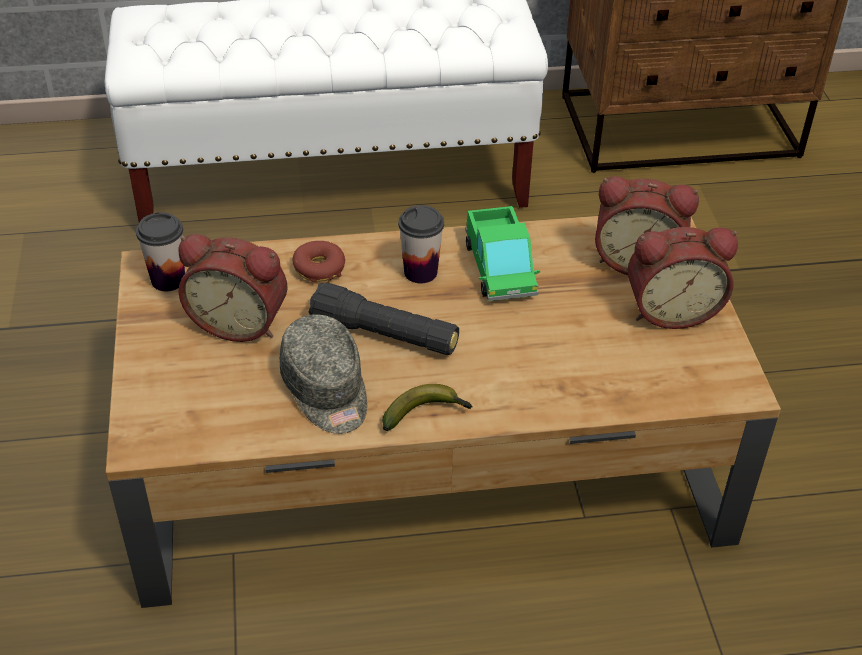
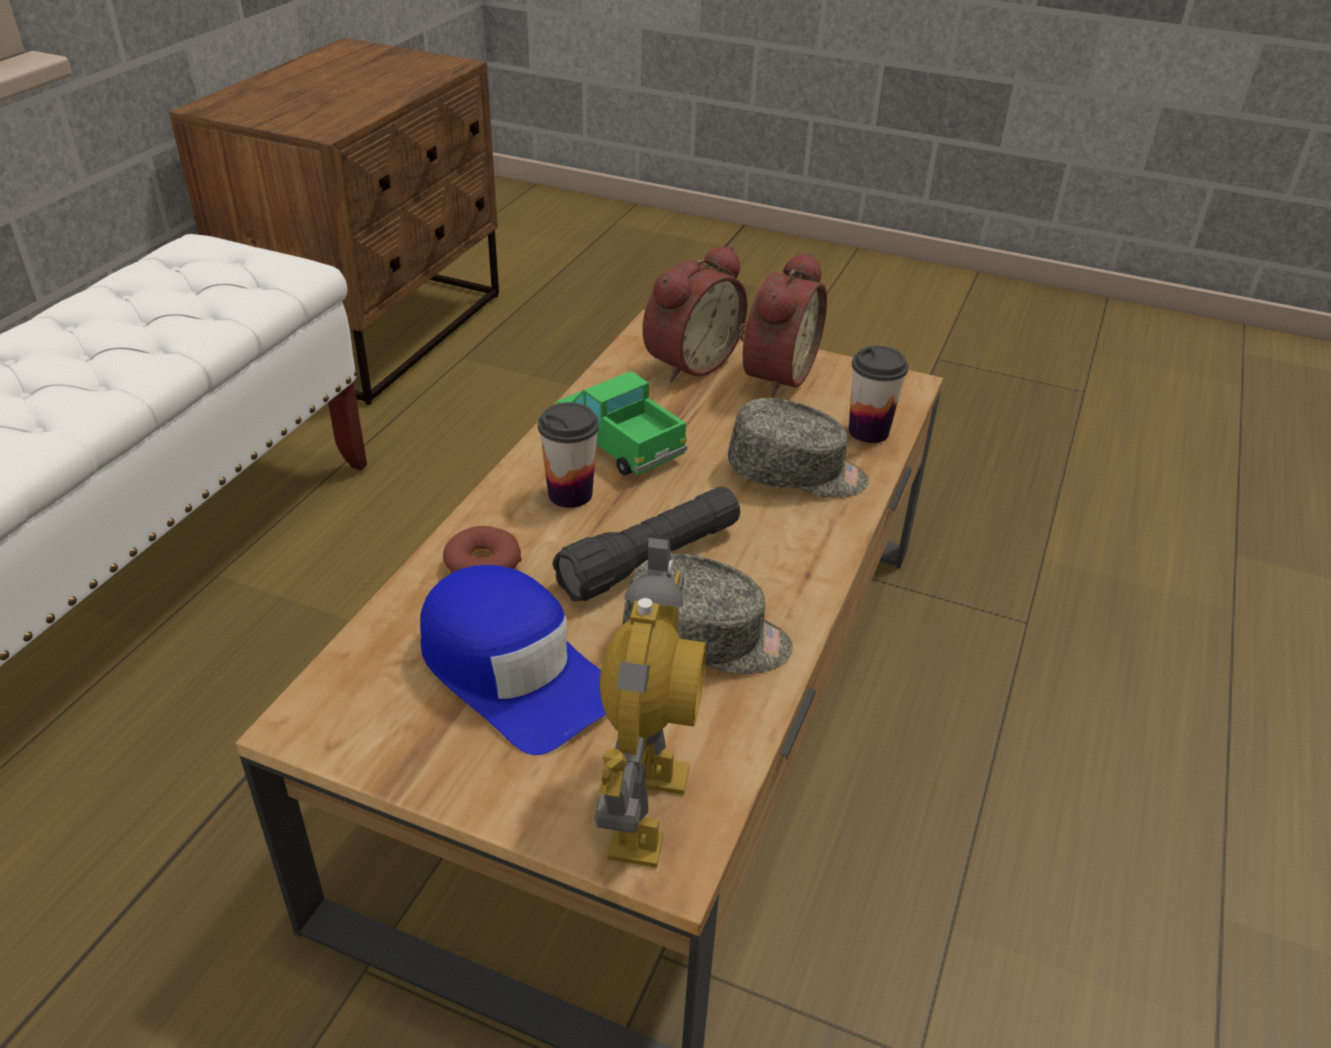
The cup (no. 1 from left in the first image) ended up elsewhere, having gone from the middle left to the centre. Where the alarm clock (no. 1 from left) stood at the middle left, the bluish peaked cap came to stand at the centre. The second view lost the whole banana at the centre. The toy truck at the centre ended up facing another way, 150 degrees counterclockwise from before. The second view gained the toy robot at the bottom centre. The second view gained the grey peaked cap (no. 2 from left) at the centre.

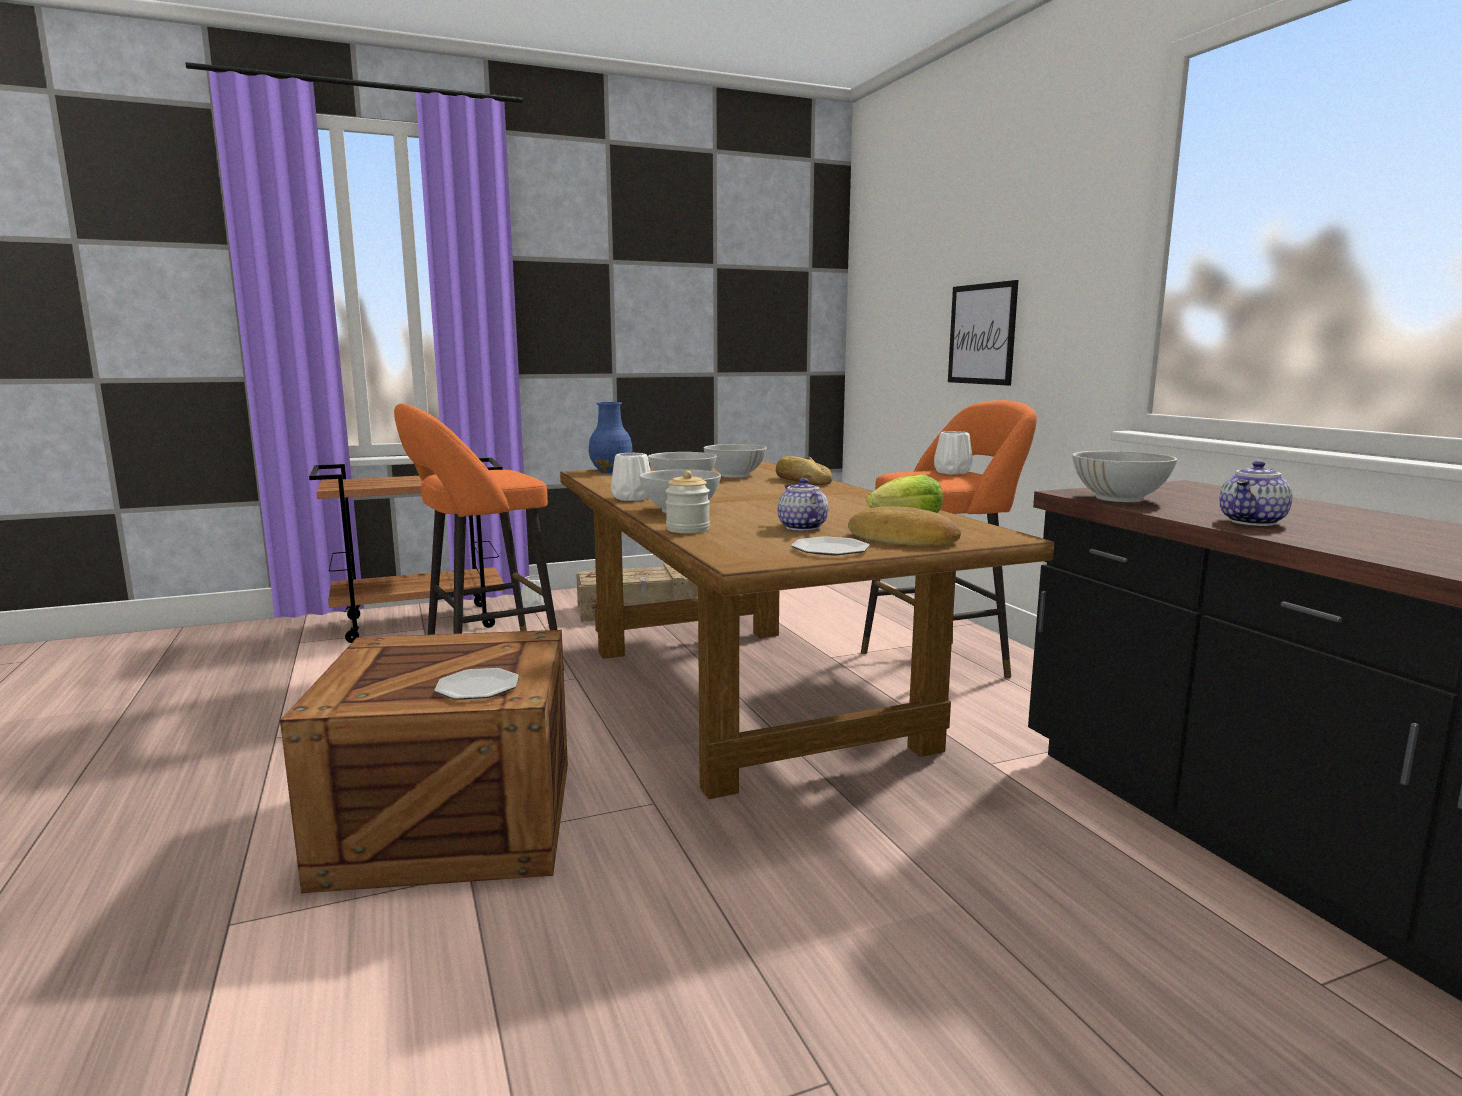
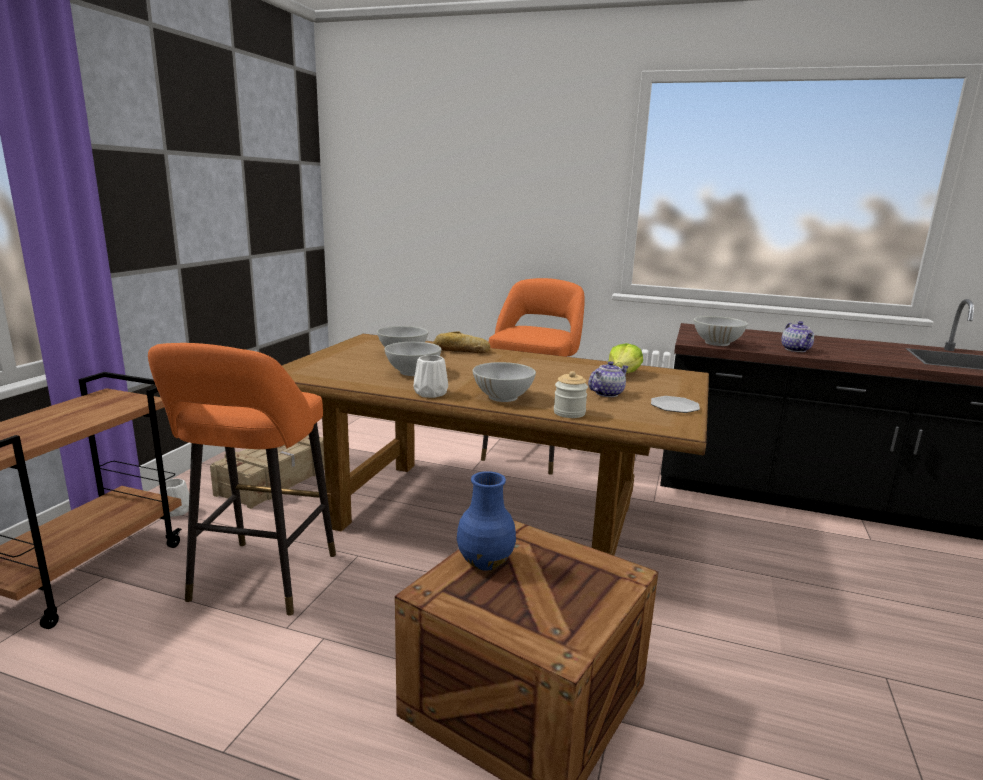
The second view lost the flat dish (no. 1 from left) at the middle left. The bluish vase ended up elsewhere, having gone from the centre to the bottom centre. The pot for tea (no. 1 from left) at the centre ended up facing another way, 120 degrees clockwise from before. The second view lost the bread (no. 2 from left) at the centre. The second view lost the white-coloured vase (no. 3 from left) at the centre. The second view lost the picture at the top right.

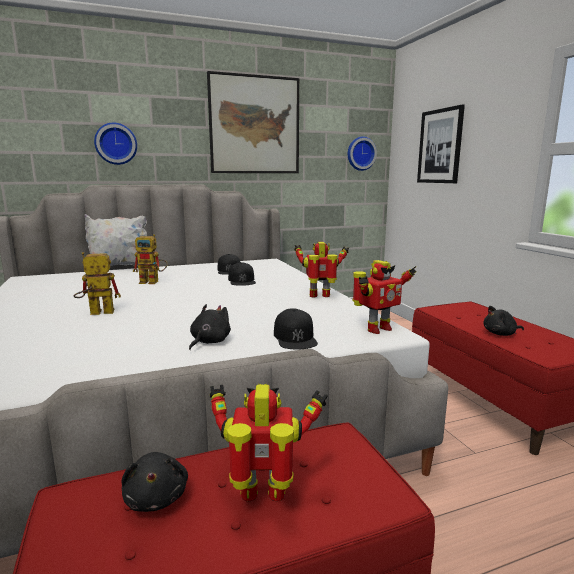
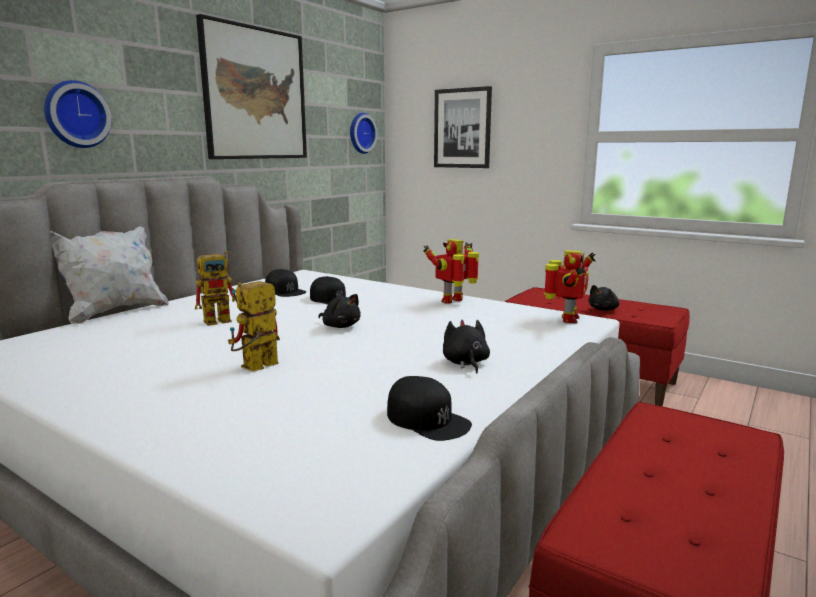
The black-coloured cuddly toy (no. 1 from left) ended up elsewhere, having gone from the bottom left to the centre. The second view lost the toy robot (no. 3 from left) at the bottom centre. The black-coloured peaked cap (no. 3 from left) ended up elsewhere, having gone from the centre to the bottom centre.

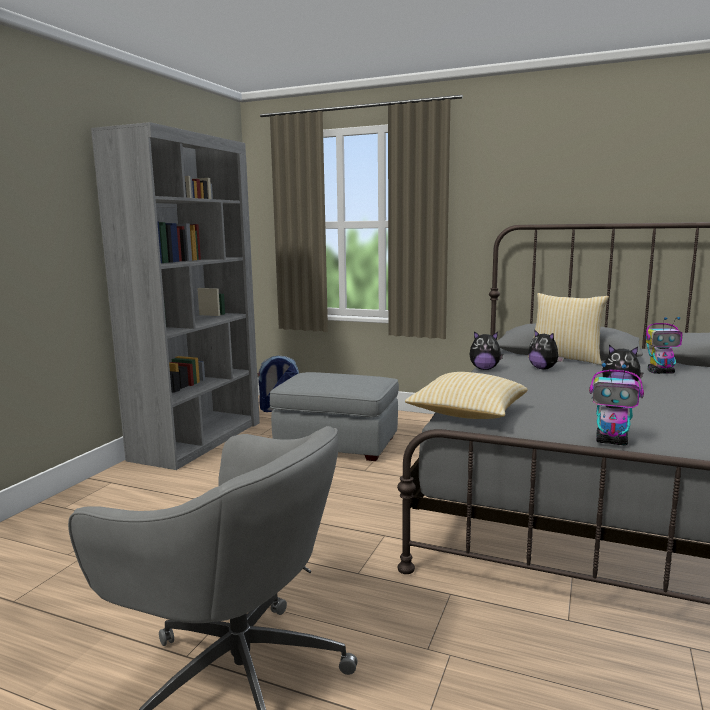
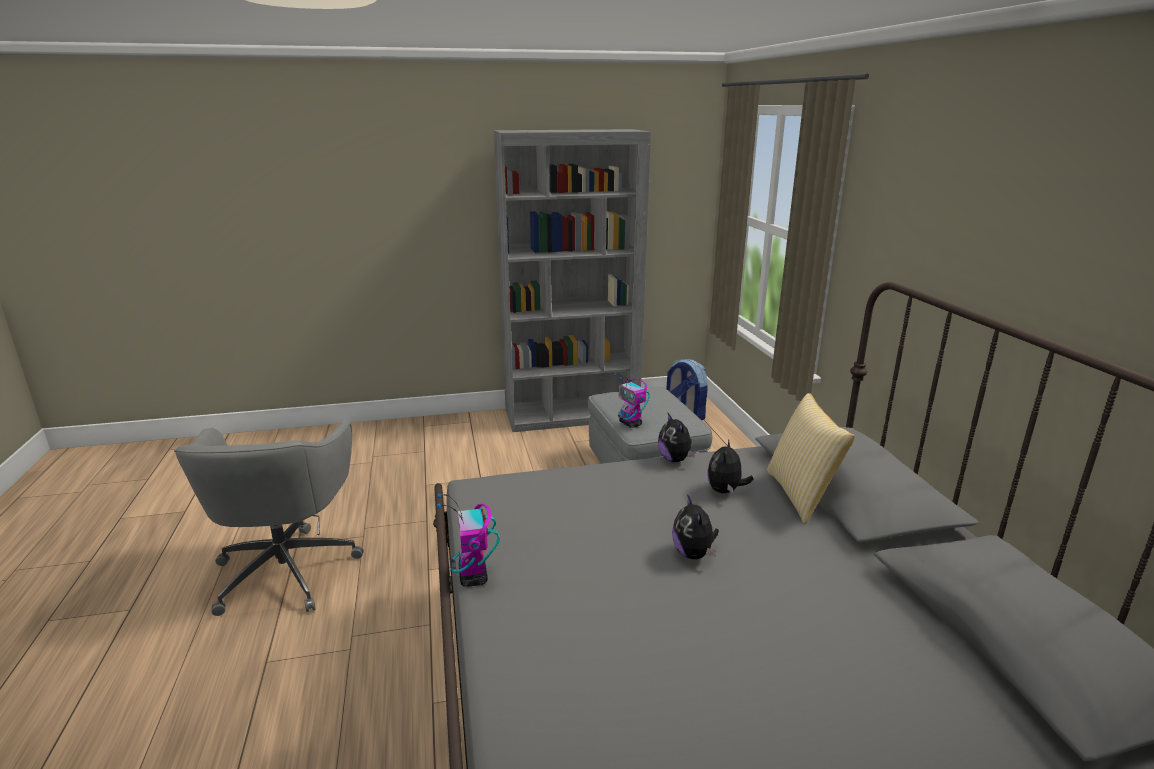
The second view lost the throw pillow (no. 1 from left) at the centre. The toy robot (no. 2 from left) ended up elsewhere, having gone from the middle right to the centre.

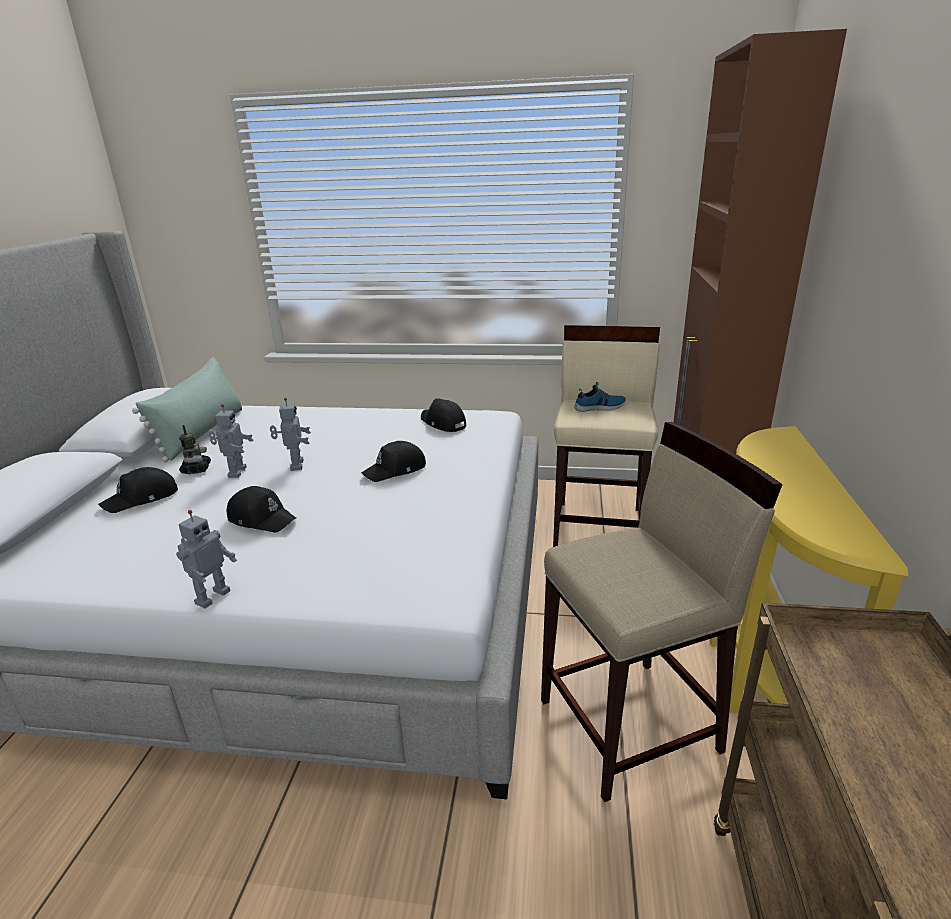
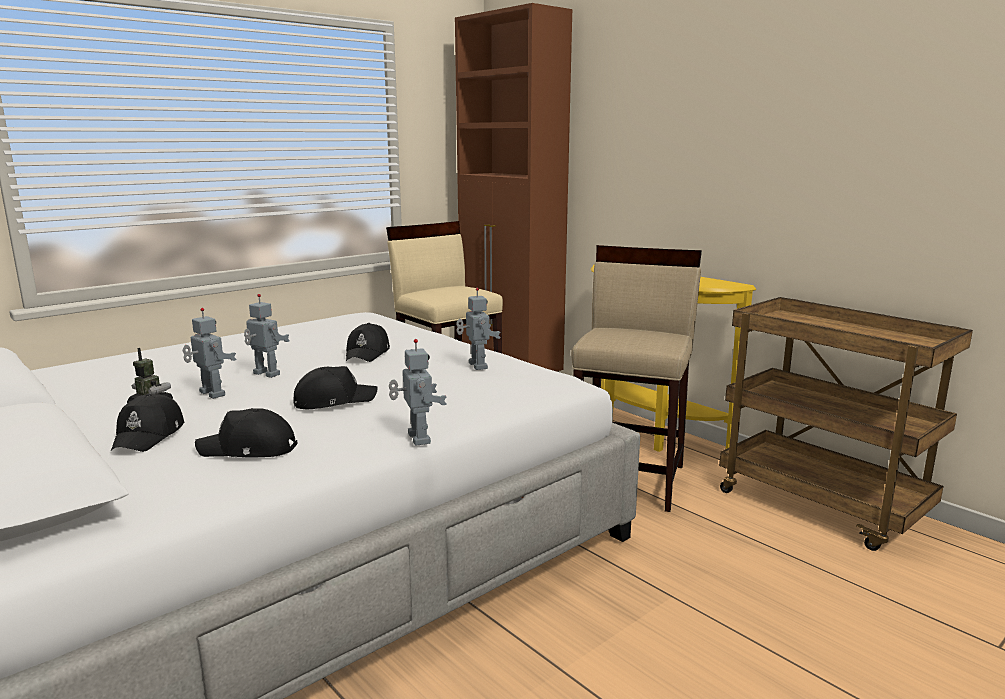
The second view lost the greenish throw pillow at the middle left. The black-coloured peaked cap (no. 4 from left in the first image) ended up elsewhere, having gone from the centre to the middle left. The second view lost the low shoe at the centre. The second view gained the toy robot (no. 5 from left) at the centre.

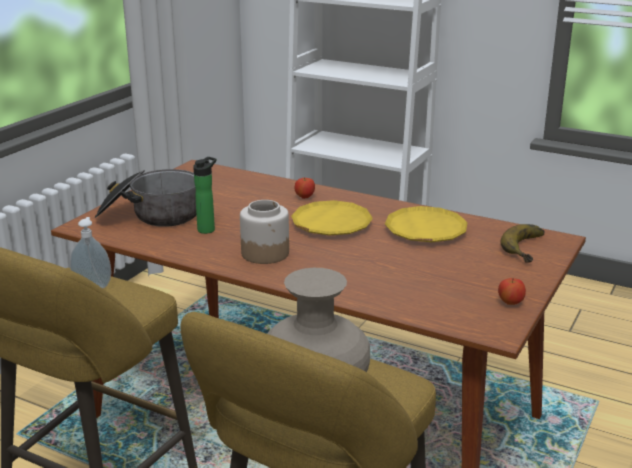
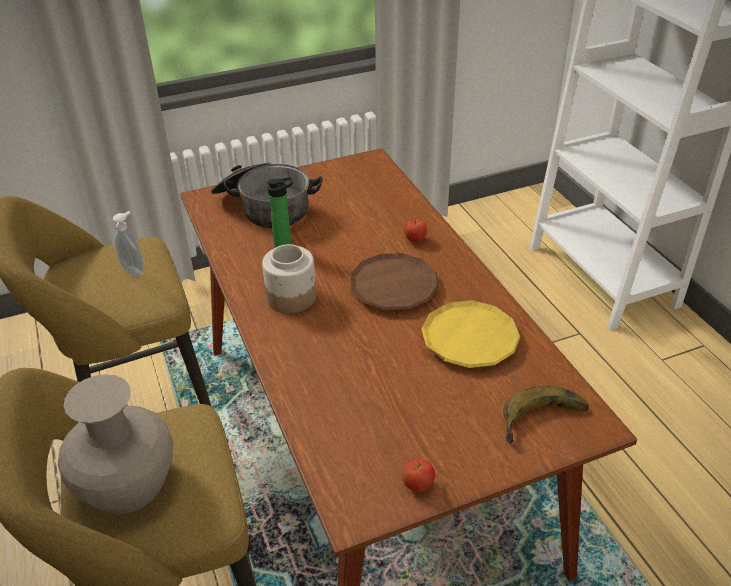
What was the yellowish flat dish (no. 1 from left) at the centre turned into the brown-coloured flat dish at the centre.

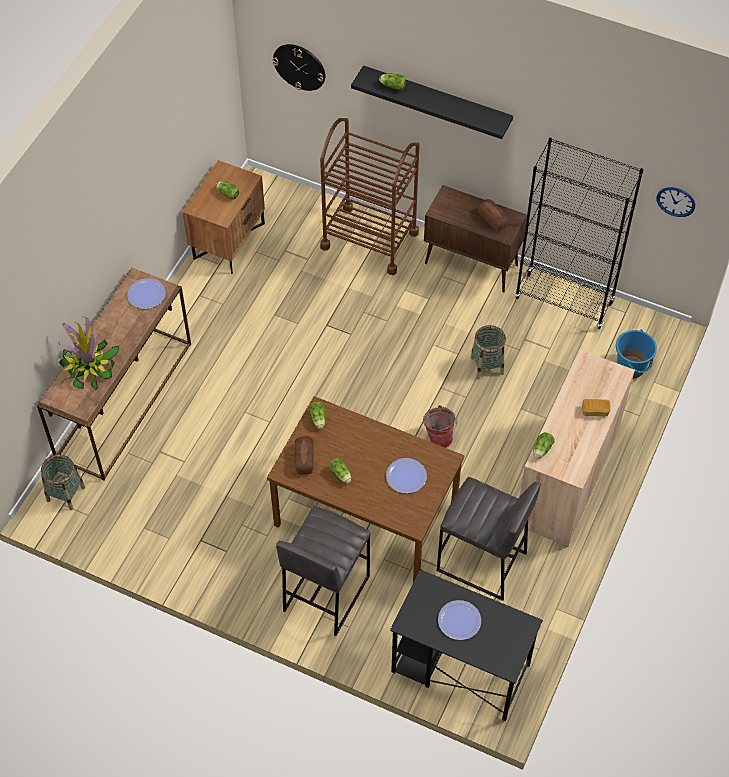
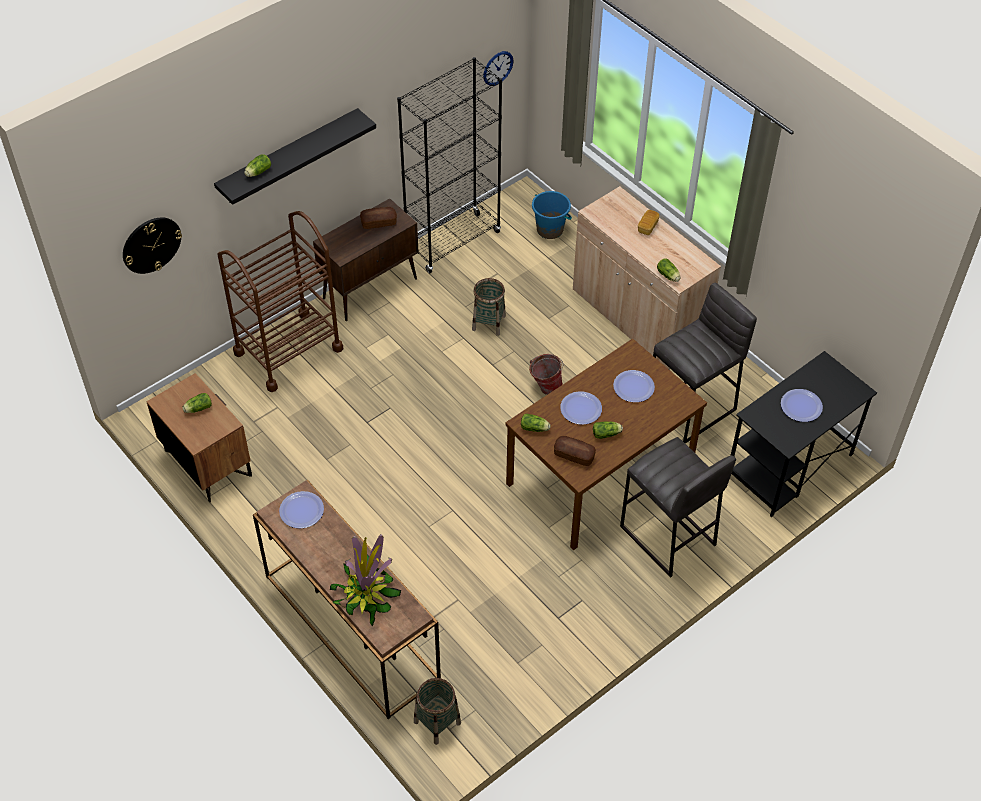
The second view gained the flat dish (no. 2 from left) at the centre.

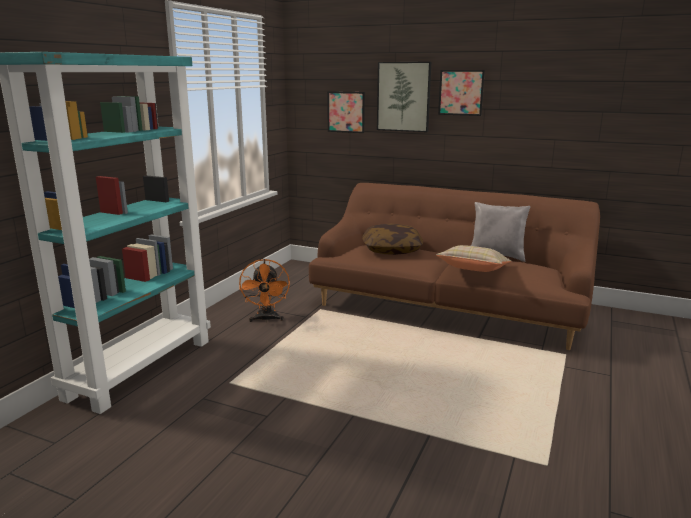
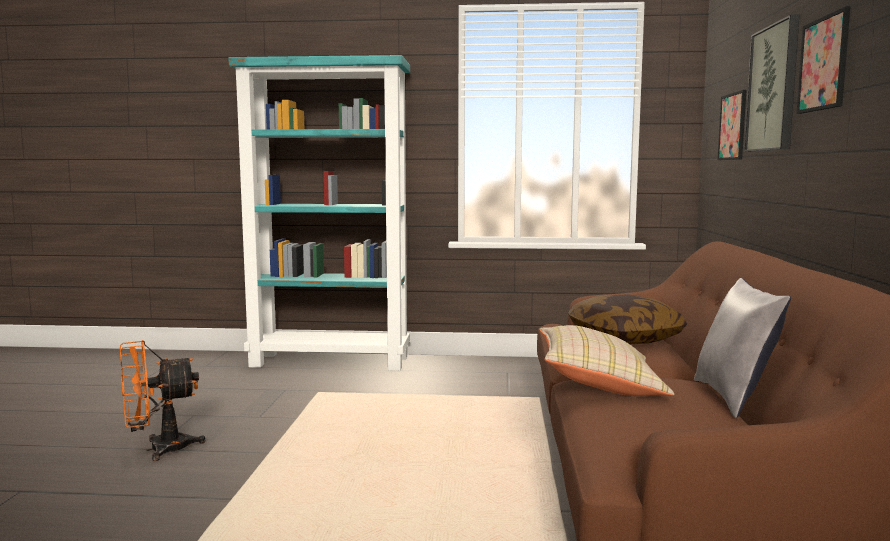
The orange cooling fan ended up elsewhere, having gone from the centre to the bottom left.

